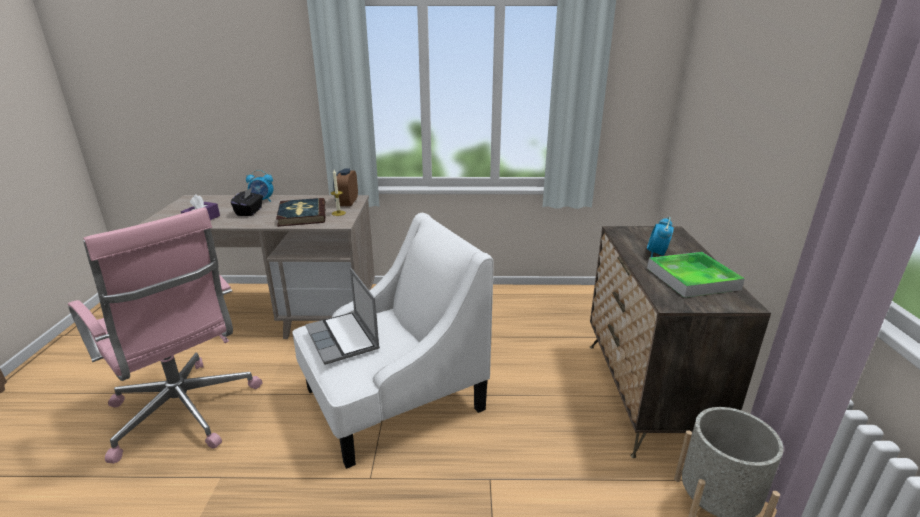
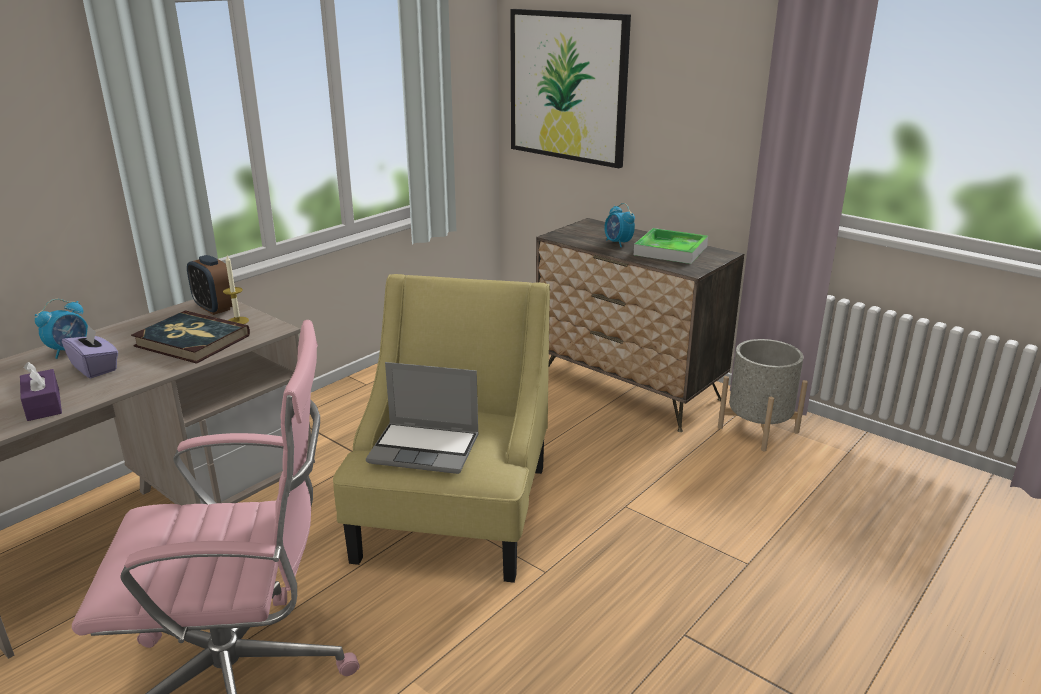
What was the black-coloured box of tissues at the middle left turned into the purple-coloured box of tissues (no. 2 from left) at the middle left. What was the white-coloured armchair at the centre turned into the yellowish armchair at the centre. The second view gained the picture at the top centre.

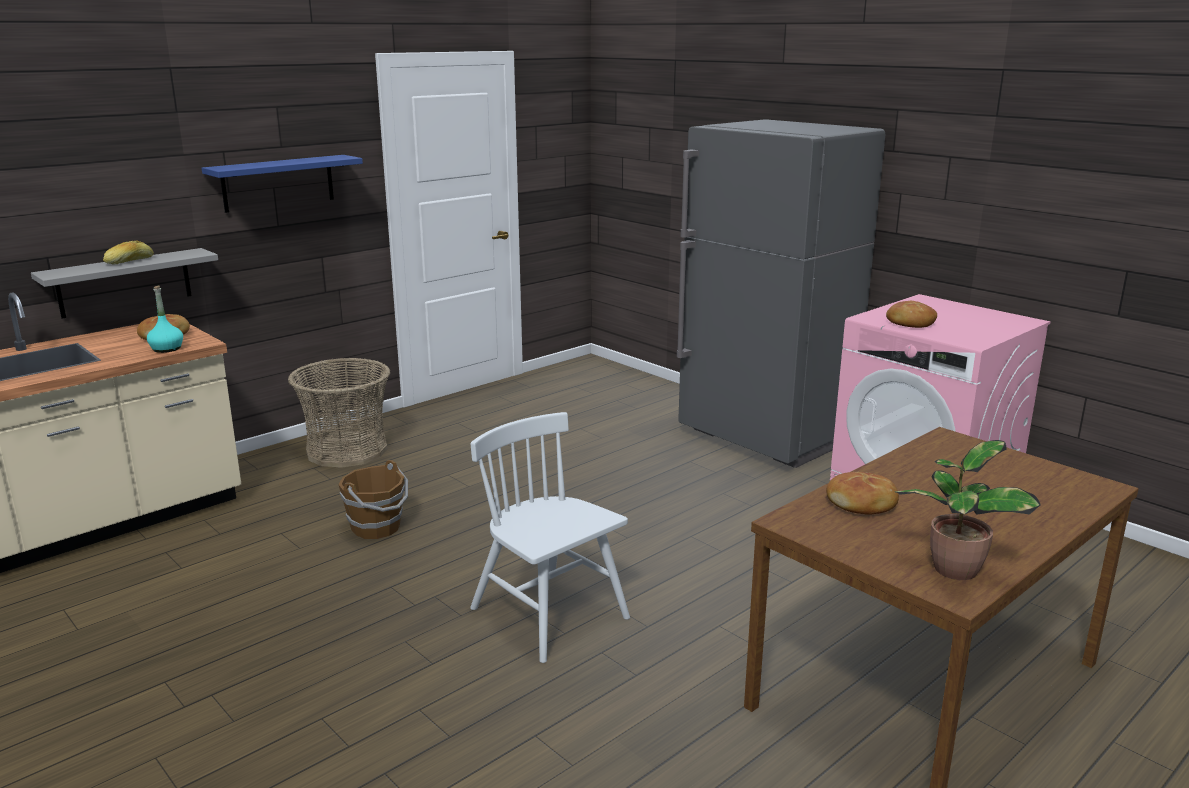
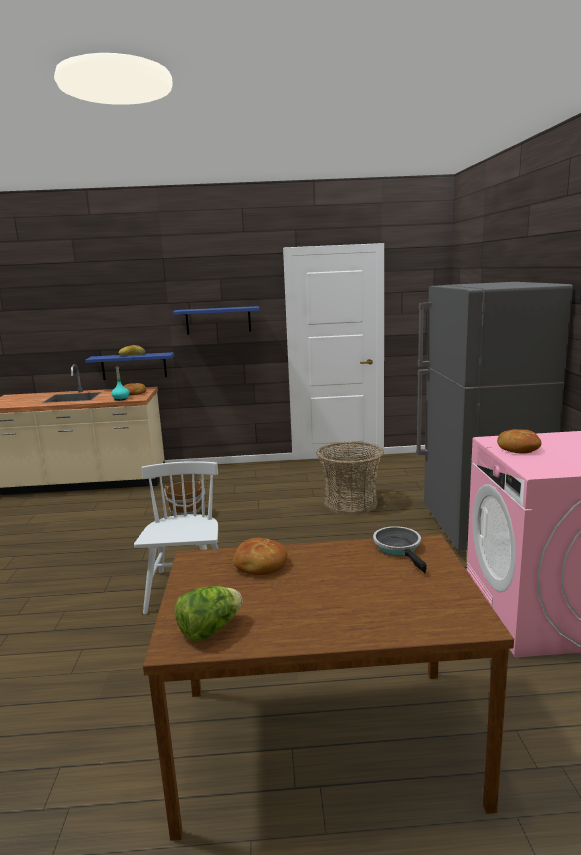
What was the grey bracket shelf at the middle left turned into the bluish bracket shelf (no. 1 from left) at the middle left. The basket ended up elsewhere, having gone from the middle left to the centre. Where the potted plant stood at the middle right, the lettuce came to stand at the bottom centre. The second view gained the frying pan at the middle right.

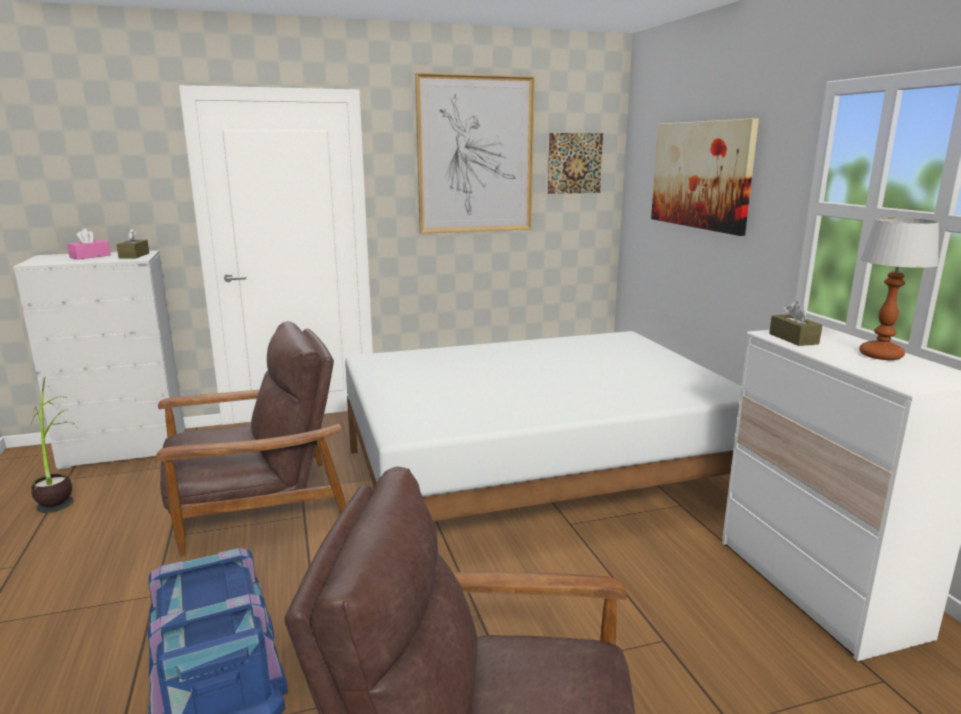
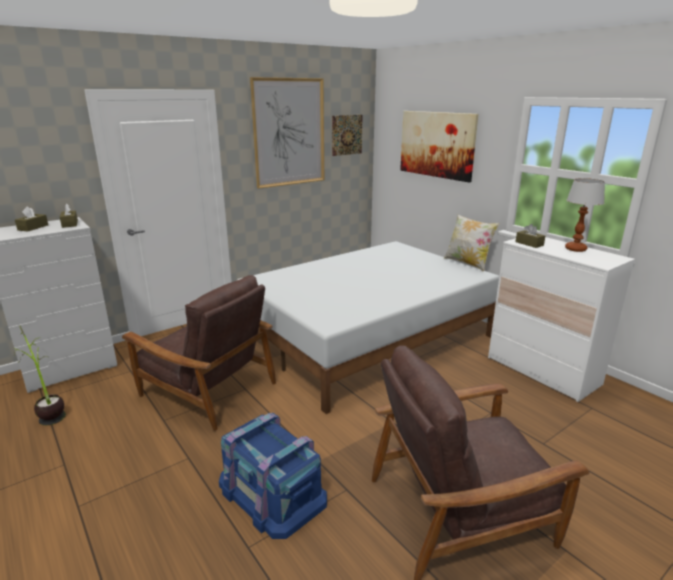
What was the pinkish box of tissues at the middle left turned into the brown-coloured box of tissues (no. 1 from left) at the middle left. The brown-coloured armchair (no. 1 from left) at the middle left ended up facing another way, 75 degrees clockwise from before. The second view gained the throw pillow at the middle right.

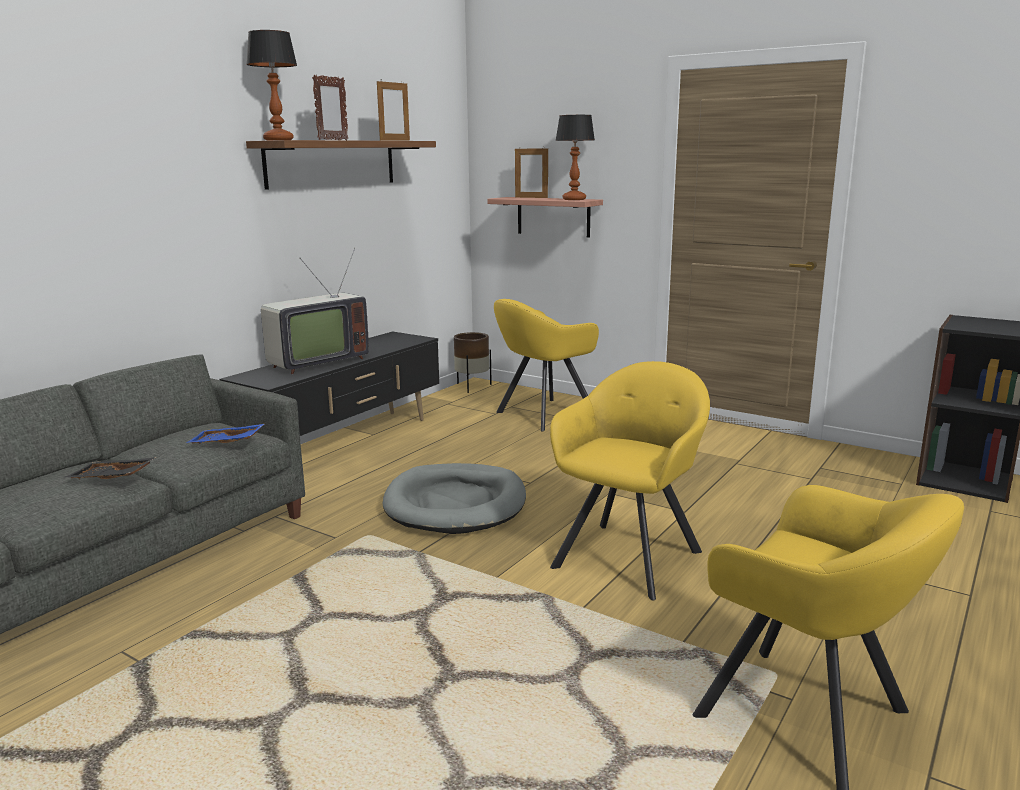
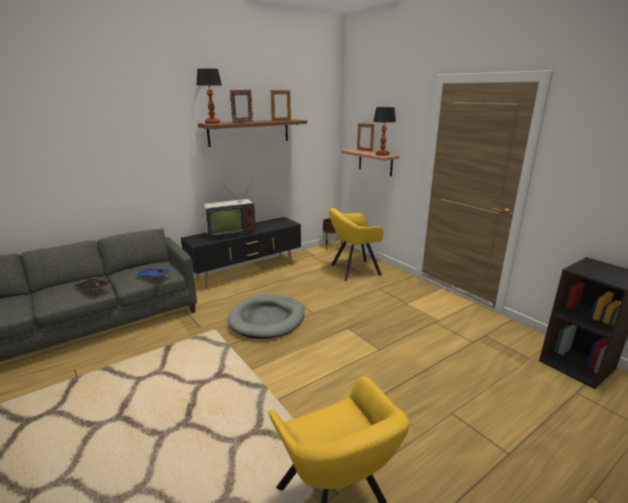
The second view lost the yellowish armchair (no. 2 from left) at the centre.

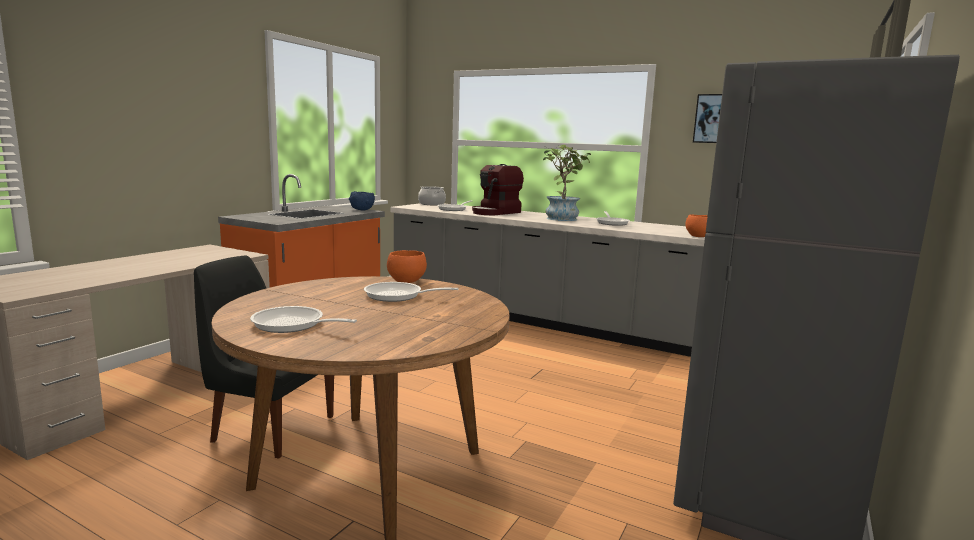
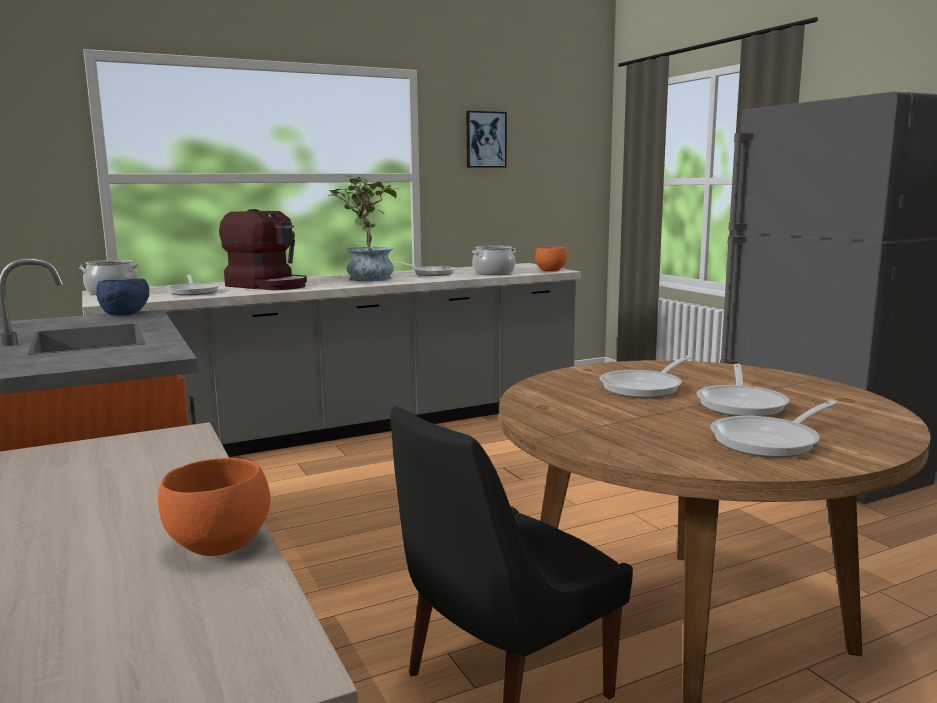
The orange deep dish (no. 1 from left) ended up elsewhere, having gone from the centre to the bottom left. The coffee maker at the centre ended up facing another way, 45 degrees counterclockwise from before. The second view gained the cooking pot (no. 2 from left) at the centre. The second view gained the frying pan (no. 4 from left) at the middle right.

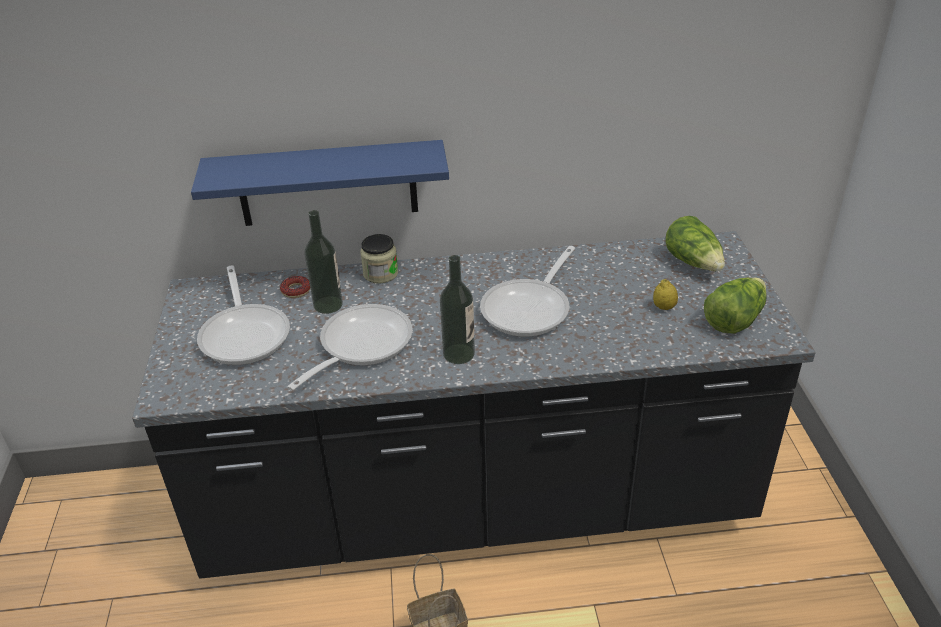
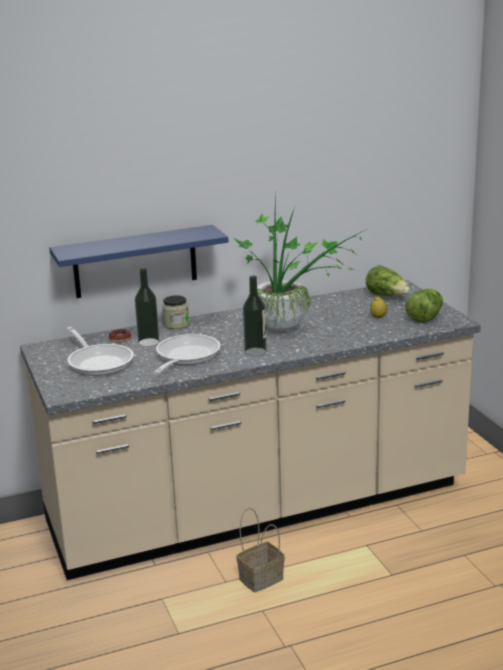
What was the black-coloured counter at the centre turned into the beige-coloured counter at the centre. Where the frying pan (no. 3 from left) stood at the centre, the potted plant came to stand at the centre.

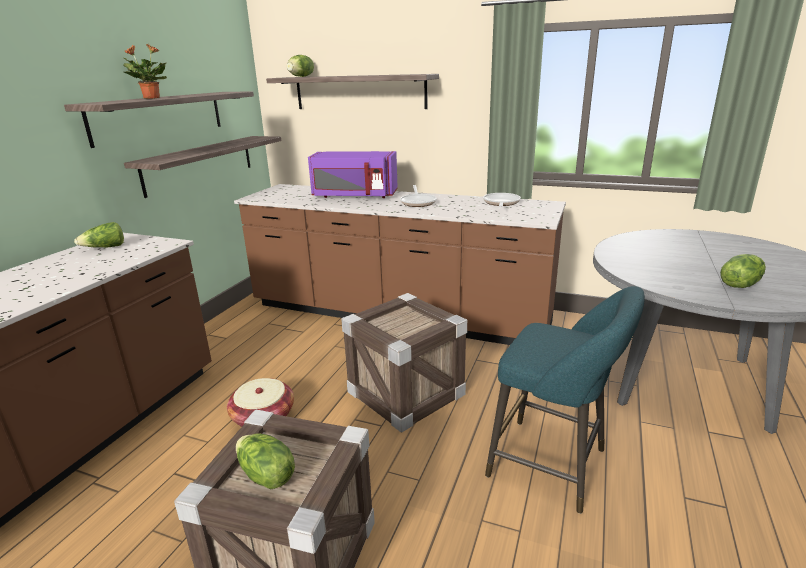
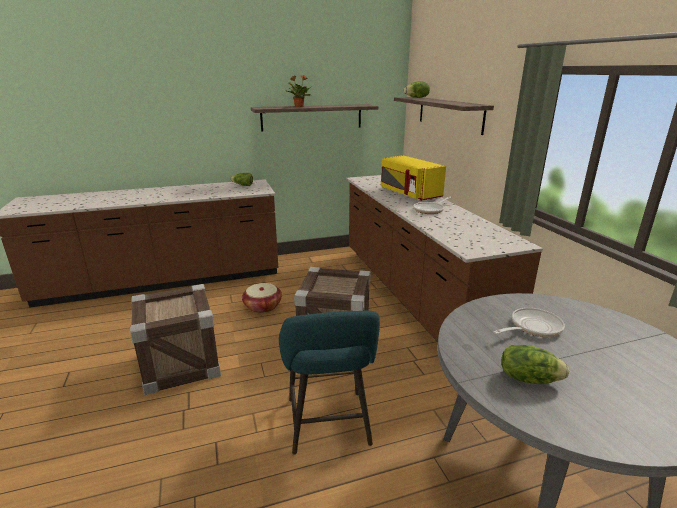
The second view lost the bracket shelf (no. 2 from left) at the top left. The second view lost the lettuce (no. 2 from left) at the bottom left. What was the purple-coloured microwave at the top centre turned into the yellowish microwave at the centre. The frying pan (no. 2 from left) ended up elsewhere, having gone from the centre to the middle right.

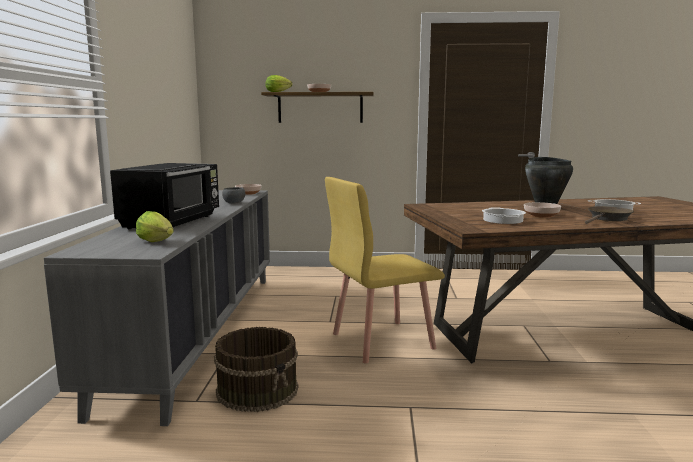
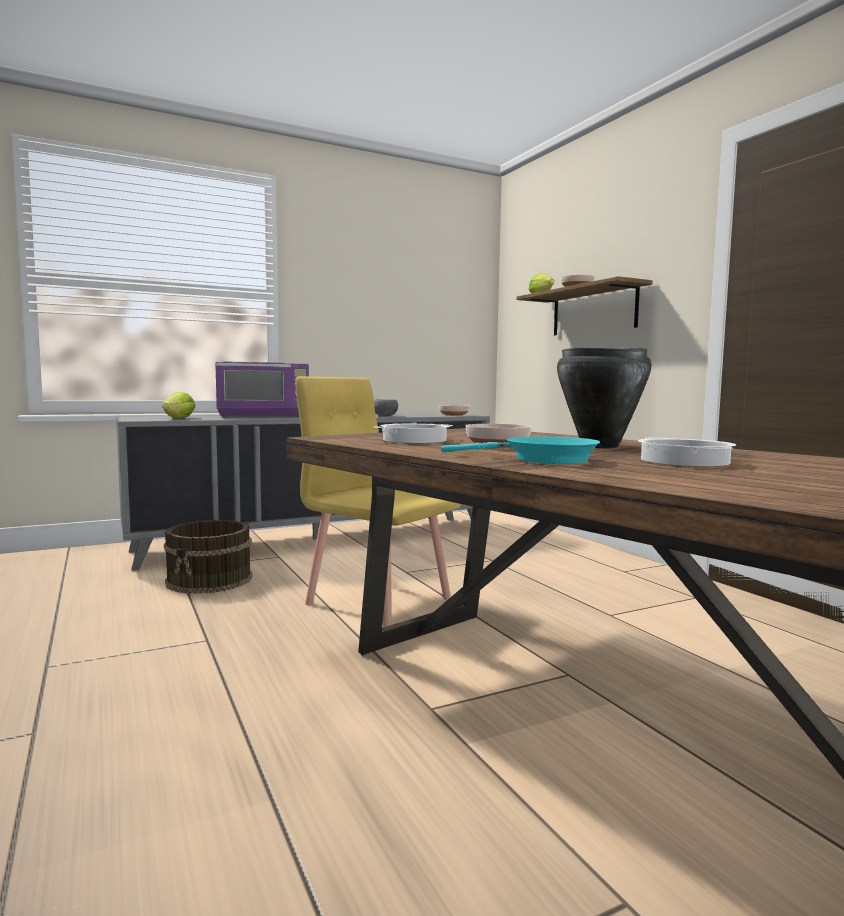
What was the black-coloured microwave at the middle left turned into the purple-coloured microwave at the middle left. What was the brown-coloured frying pan at the middle right turned into the turquoise frying pan at the centre.

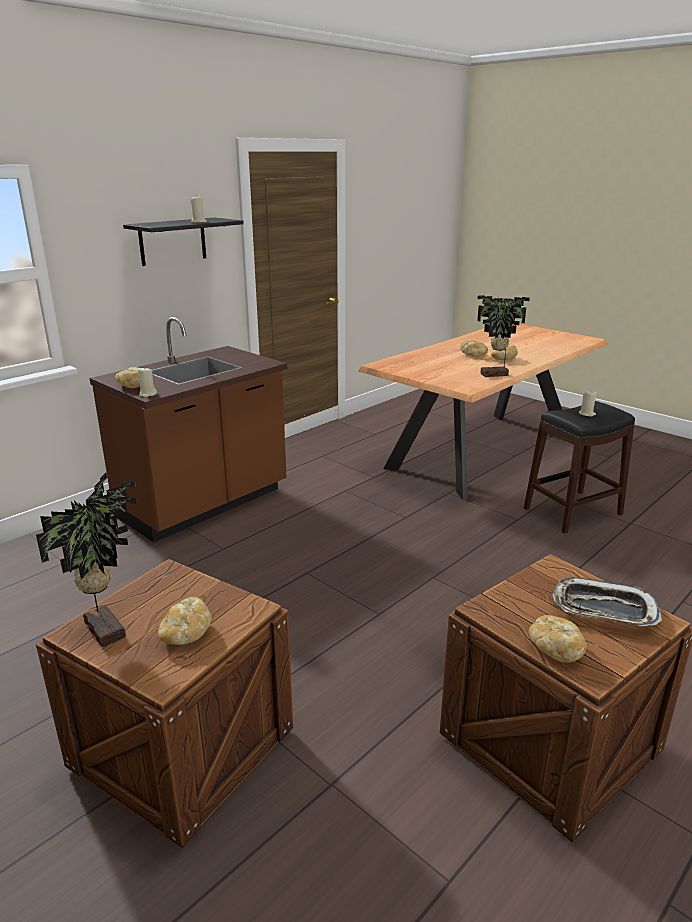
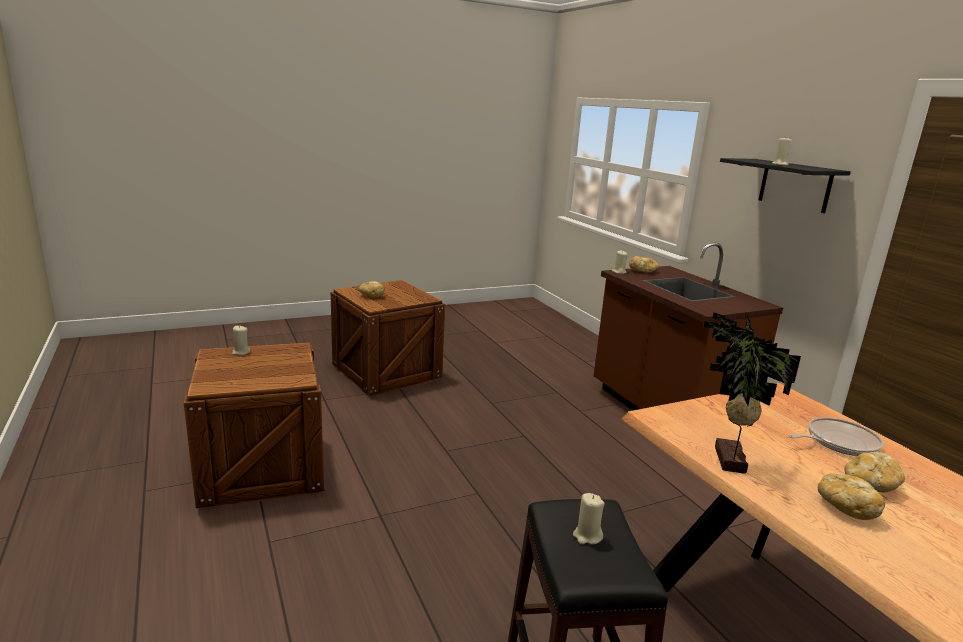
The second view lost the potted plant (no. 1 from left) at the middle left. Where the bread (no. 5 from left) stood at the bottom right, the beige-coloured candle (no. 1 from left) came to stand at the middle left. The second view lost the tray at the middle right. The second view gained the frying pan at the bottom right.

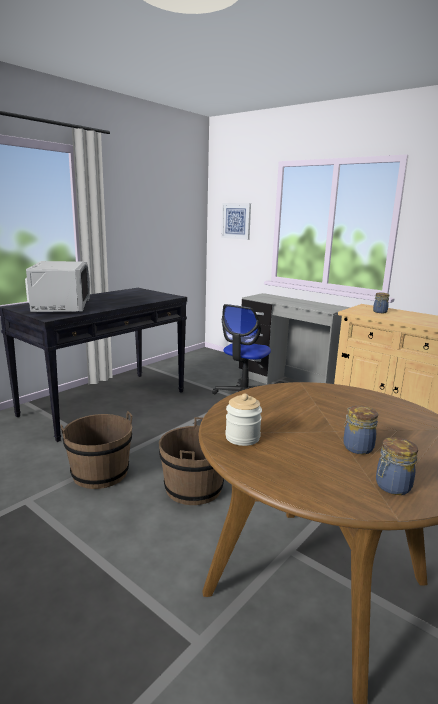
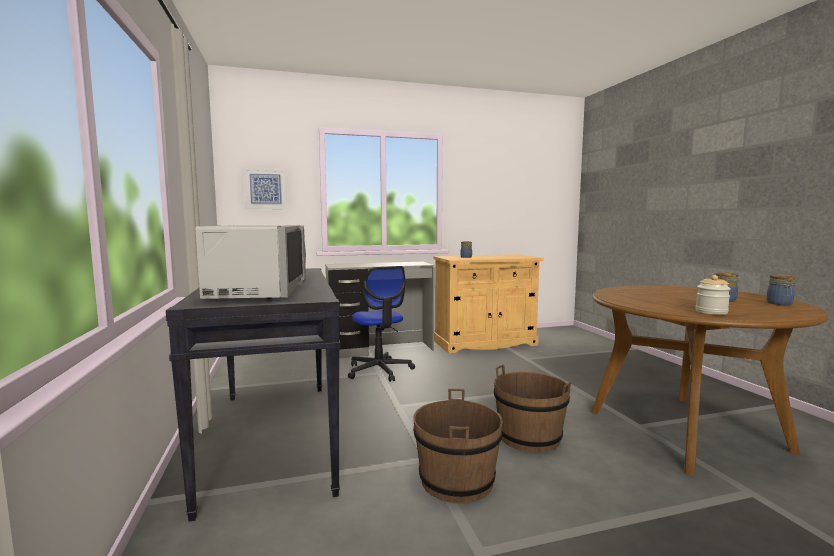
The grey microwave at the middle left ended up facing another way, 60 degrees clockwise from before.

